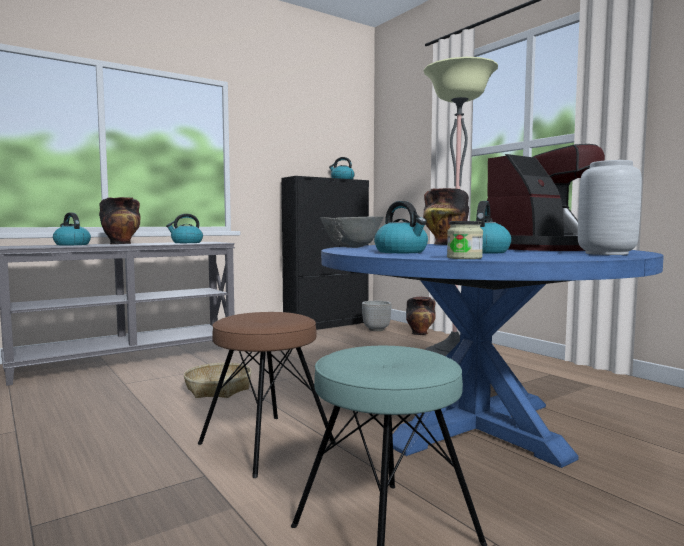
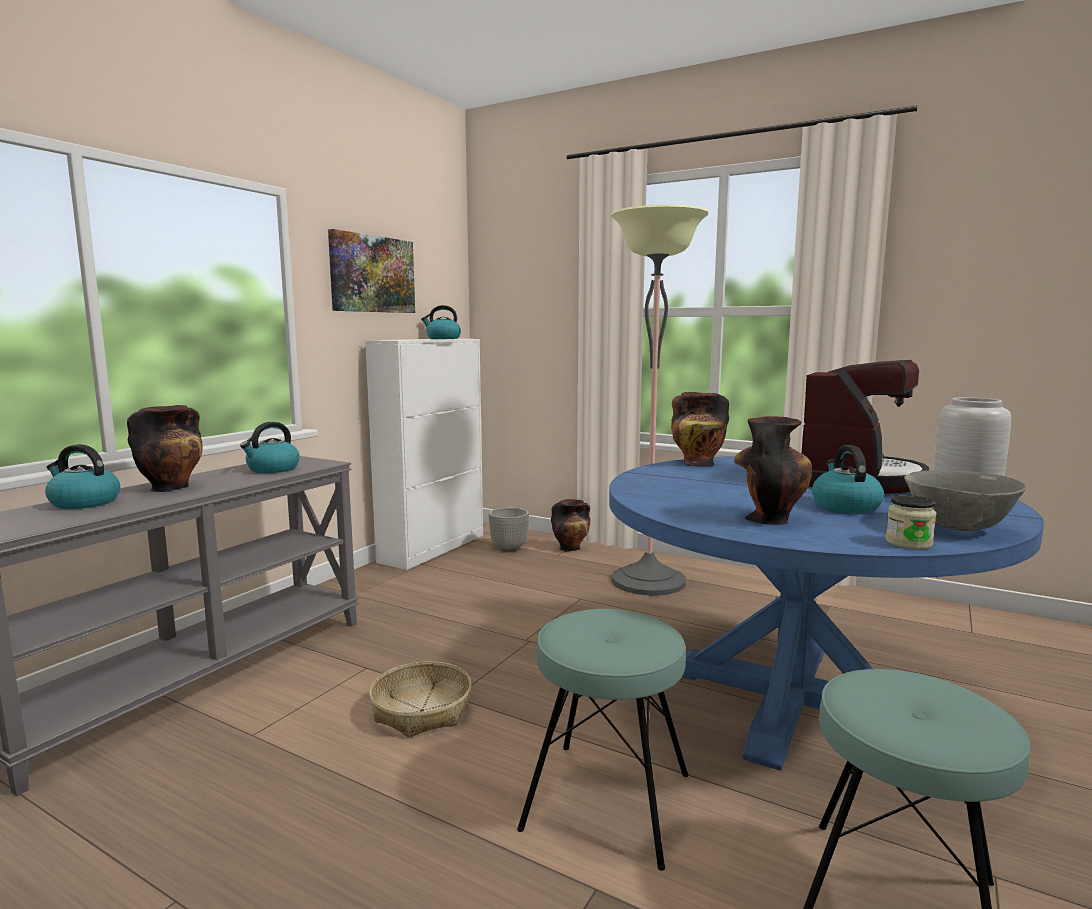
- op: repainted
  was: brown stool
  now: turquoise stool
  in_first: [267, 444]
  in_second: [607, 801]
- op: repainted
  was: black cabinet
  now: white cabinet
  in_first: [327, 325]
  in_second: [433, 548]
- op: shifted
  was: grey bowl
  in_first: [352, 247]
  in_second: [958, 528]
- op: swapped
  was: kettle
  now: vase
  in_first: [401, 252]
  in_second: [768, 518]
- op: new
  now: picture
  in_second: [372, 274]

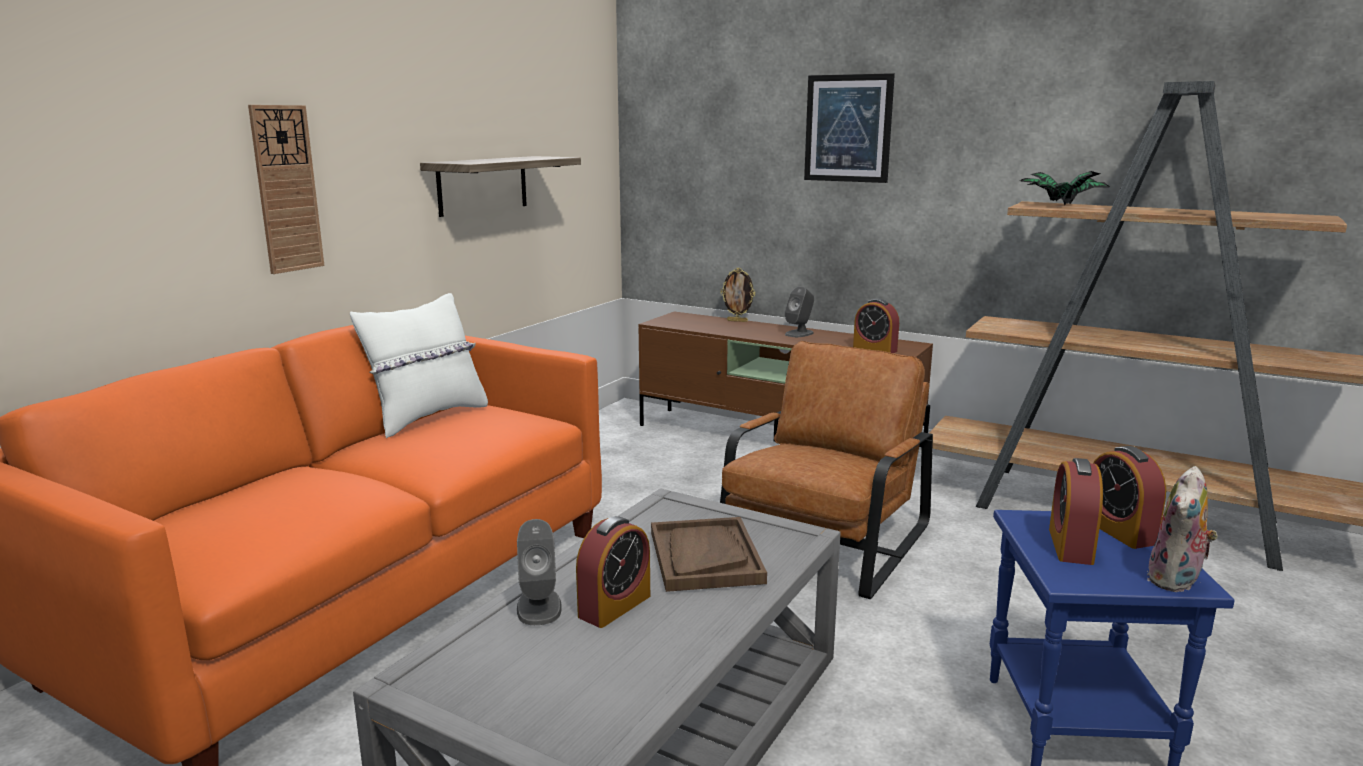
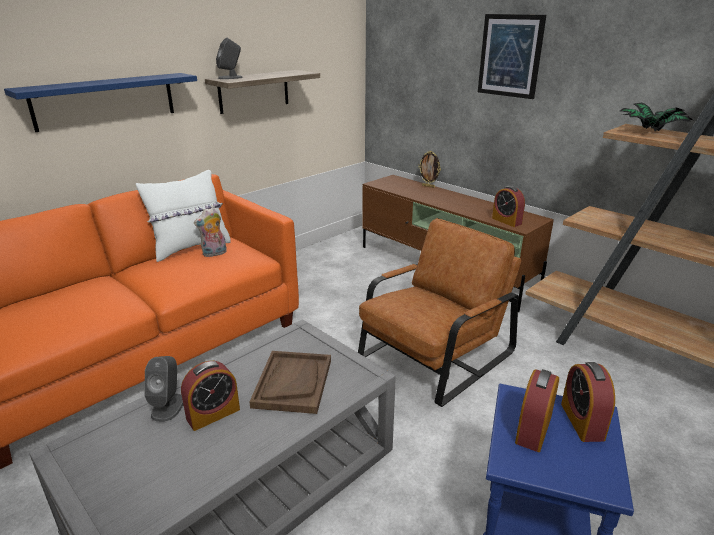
- op: swapped
  was: wall clock
  now: blue shelf
  in_first: [286, 189]
  in_second: [105, 101]
- op: shifted
  was: grey speaker
  in_first: [799, 333]
  in_second: [230, 77]
- op: shifted
  was: plush toy
  in_first: [1176, 581]
  in_second: [214, 254]

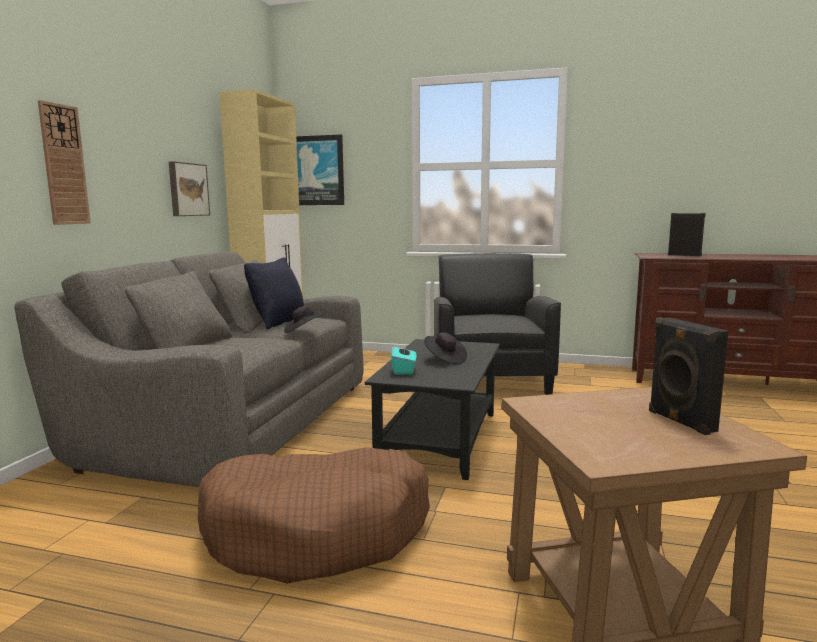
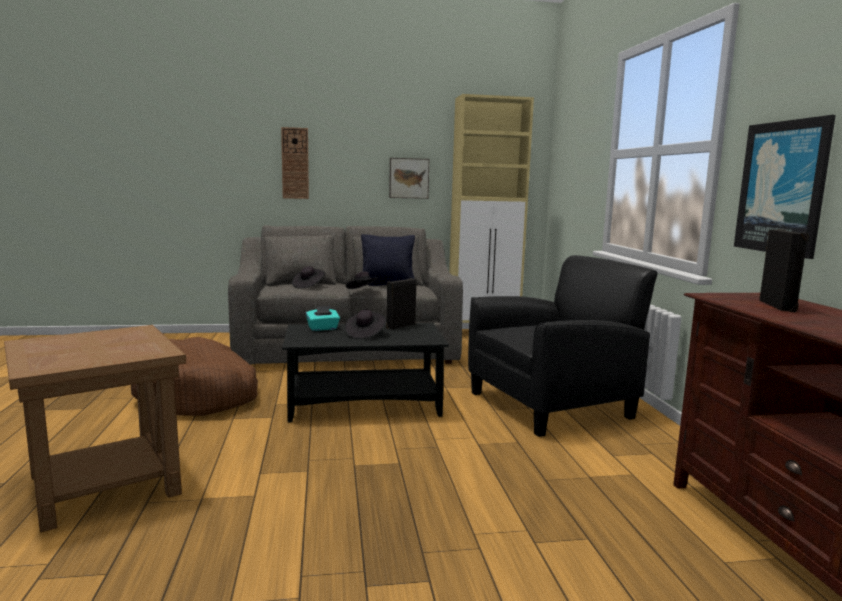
- op: shifted
  was: picture
  in_first: [317, 170]
  in_second: [782, 187]
- op: shifted
  was: black speaker
  in_first: [679, 421]
  in_second: [400, 326]
- op: new
  now: black hat
  in_second: [308, 286]

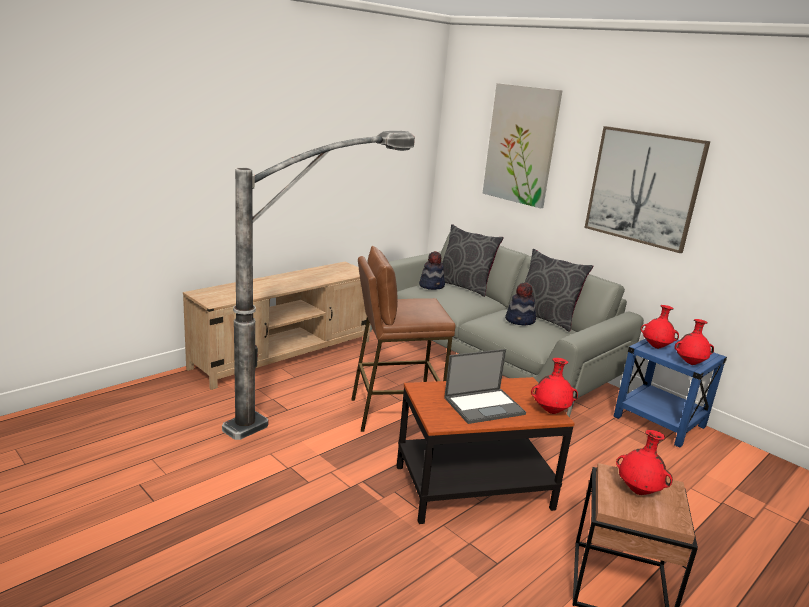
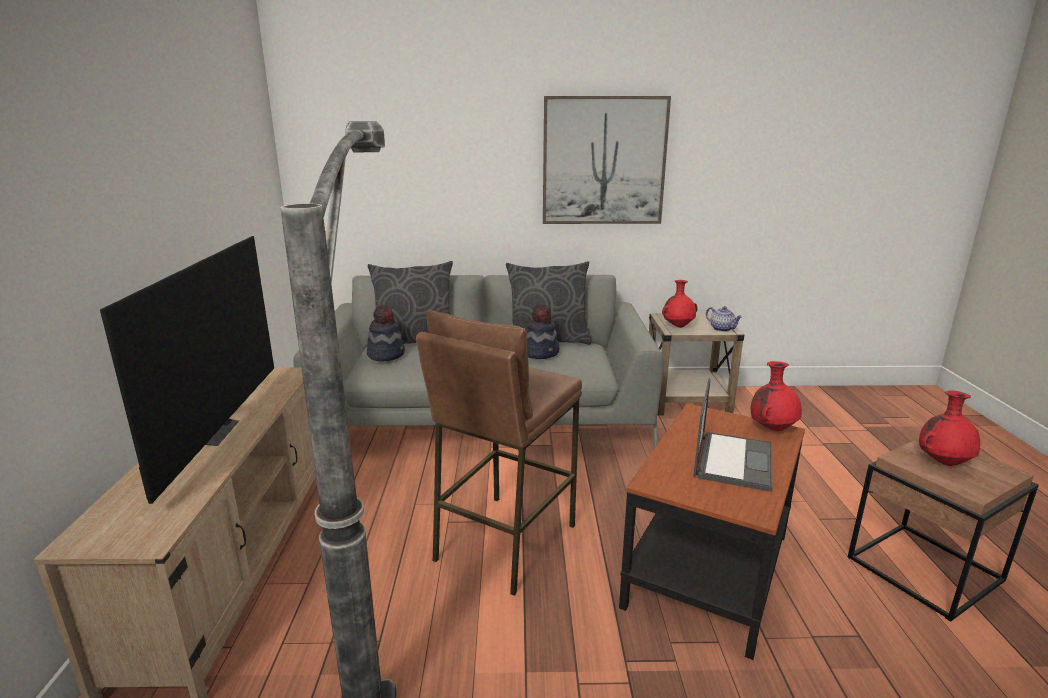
- op: gone
  was: picture
  in_first: [521, 145]
- op: repainted
  was: blue side table
  now: beige side table
  in_first: [660, 422]
  in_second: [687, 401]
- op: swapped
  was: red vase
  now: teapot
  in_first: [690, 363]
  in_second: [722, 329]
- op: new
  now: television
  in_second: [211, 432]

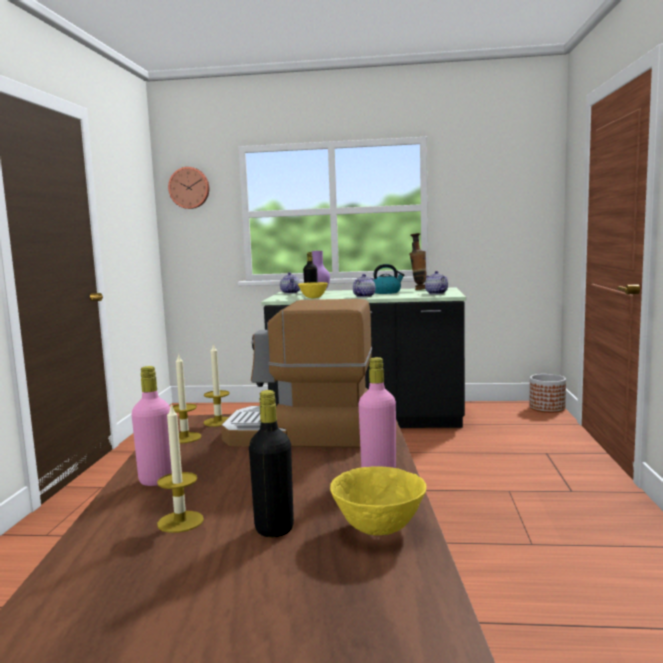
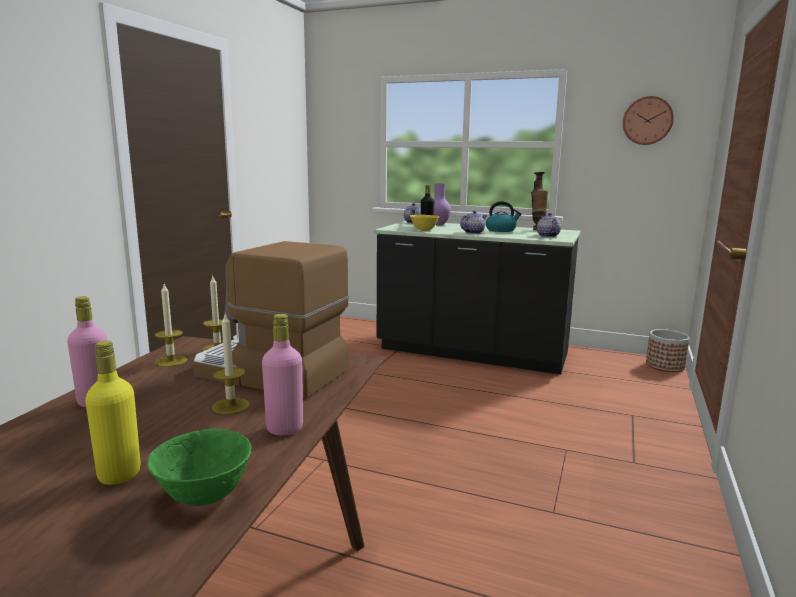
- op: shifted
  was: candle
  in_first: [180, 522]
  in_second: [231, 406]
- op: shifted
  was: wall clock
  in_first: [189, 188]
  in_second: [647, 120]
- op: repainted
  was: black bottle
  now: yellow bottle
  in_first: [274, 529]
  in_second: [119, 475]
- op: repainted
  was: yellow bowl
  now: green bowl
  in_first: [378, 529]
  in_second: [203, 497]

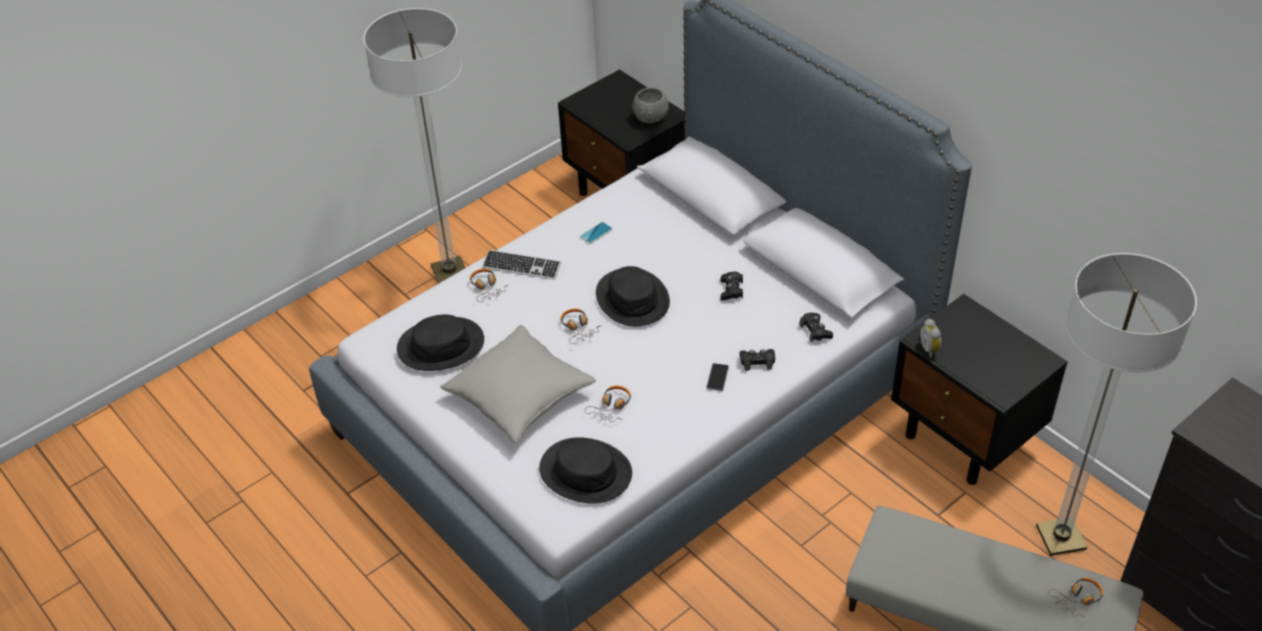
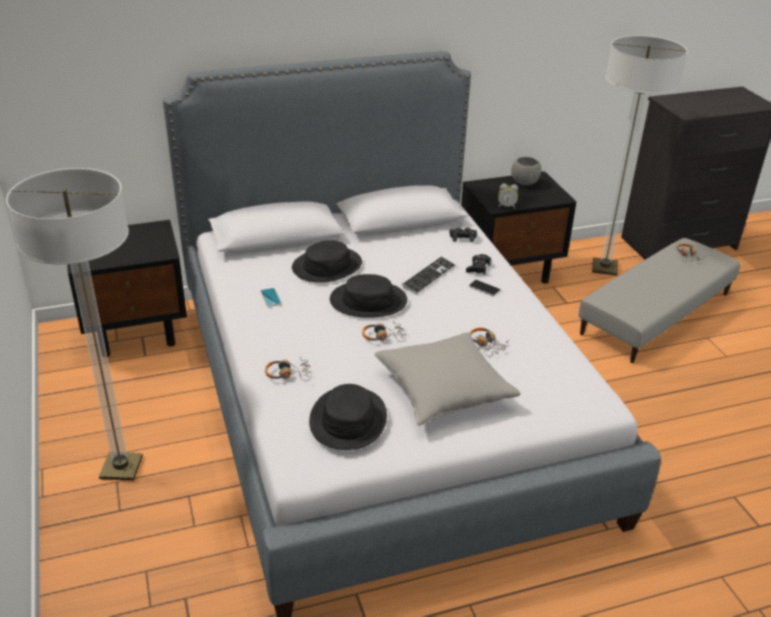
- op: shifted
  was: keyboard
  in_first: [521, 266]
  in_second: [429, 277]
- op: shifted
  was: black hat
  in_first: [586, 471]
  in_second: [327, 266]
- op: shifted
  was: grey bowl
  in_first: [651, 118]
  in_second: [524, 182]
- op: gone
  was: black game controller
  in_first: [731, 290]

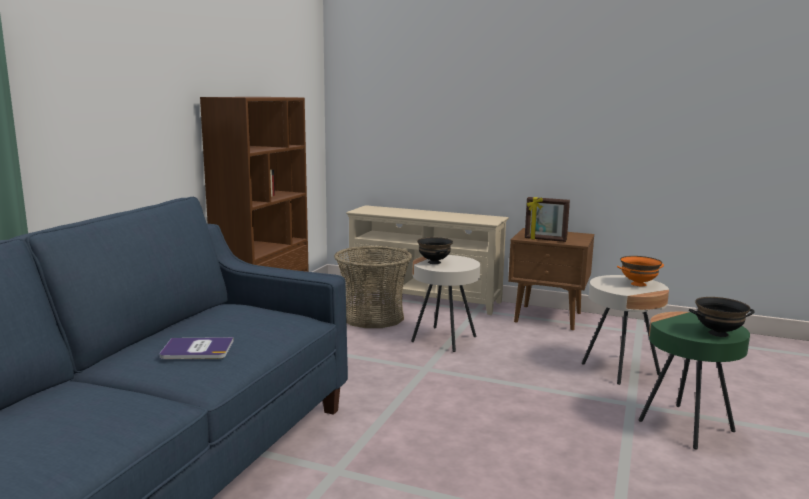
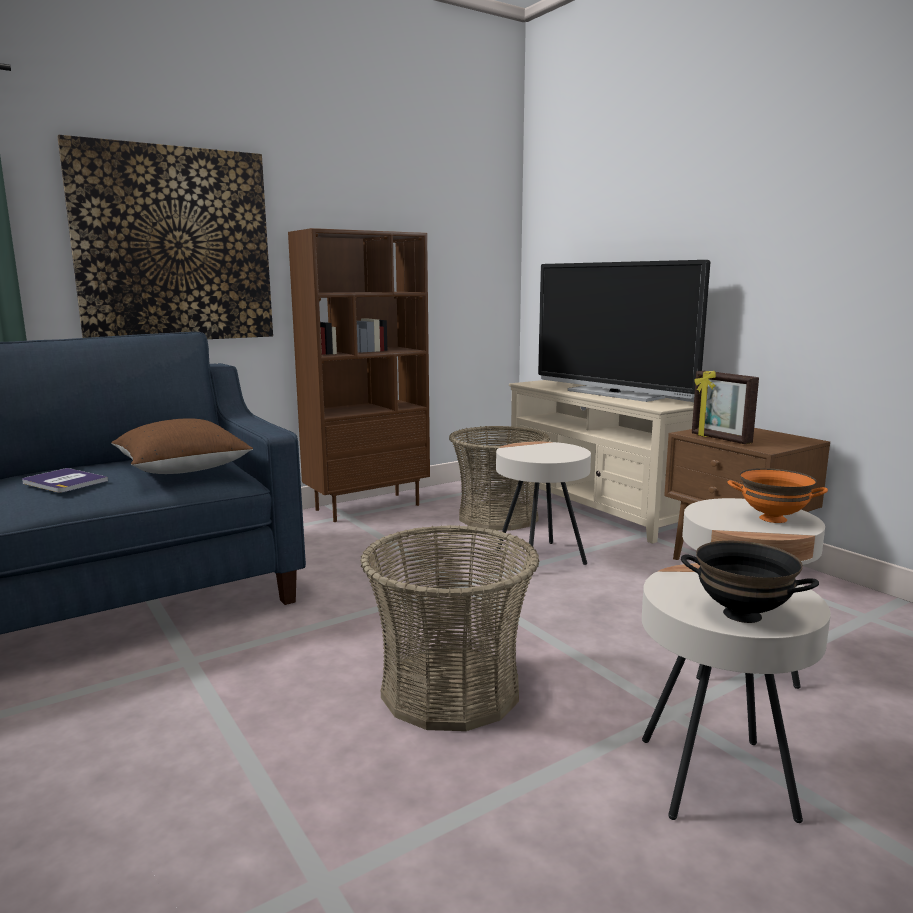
- op: gone
  was: black bowl
  in_first: [434, 262]
- op: repainted
  was: green side table
  now: beige side table
  in_first: [686, 426]
  in_second: [715, 778]
- op: new
  now: picture
  in_second: [174, 245]
- op: new
  now: brown pillow
  in_second: [183, 469]
- op: new
  now: basket
  in_second: [451, 689]
- op: new
  now: television
  in_second: [614, 394]

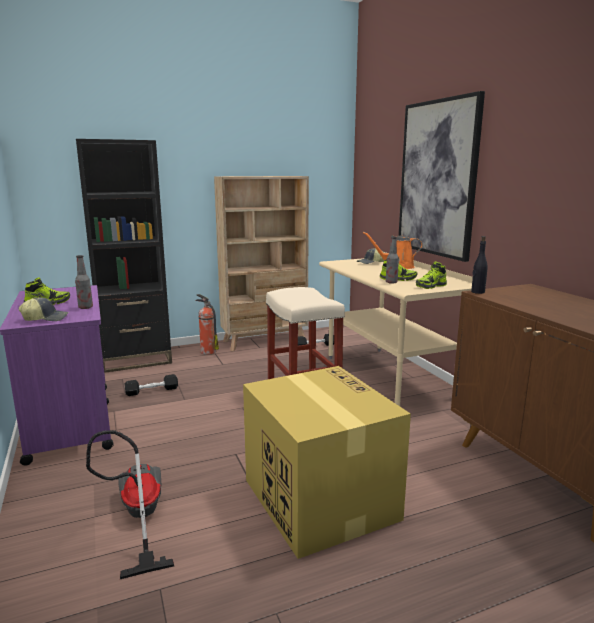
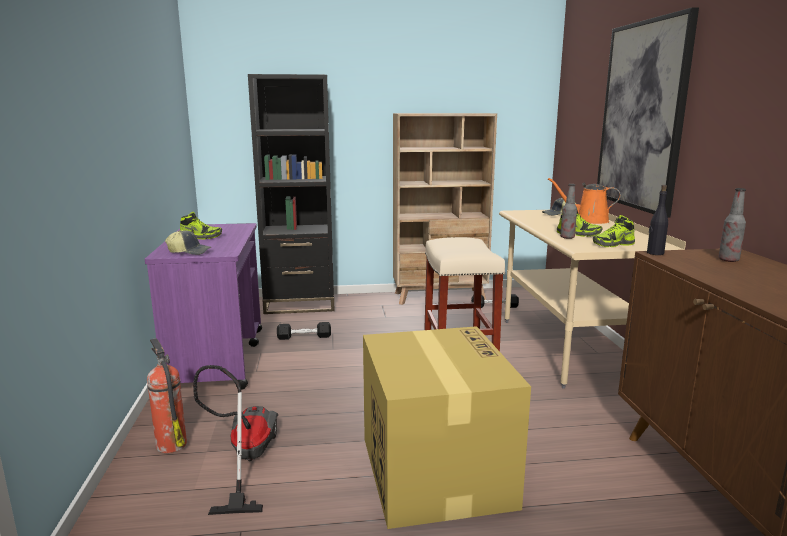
- op: shifted
  was: bottle
  in_first: [85, 307]
  in_second: [728, 260]
- op: shifted
  was: fire extinguisher
  in_first: [207, 351]
  in_second: [171, 444]

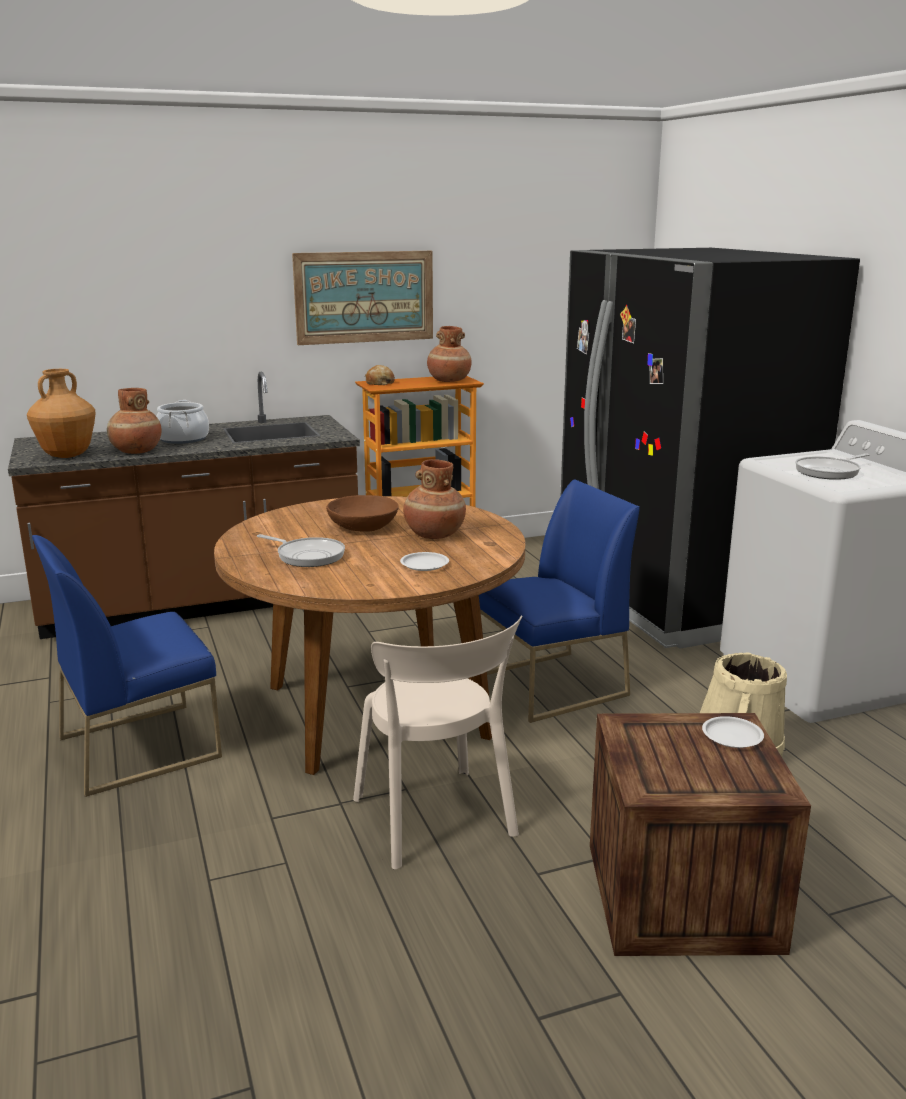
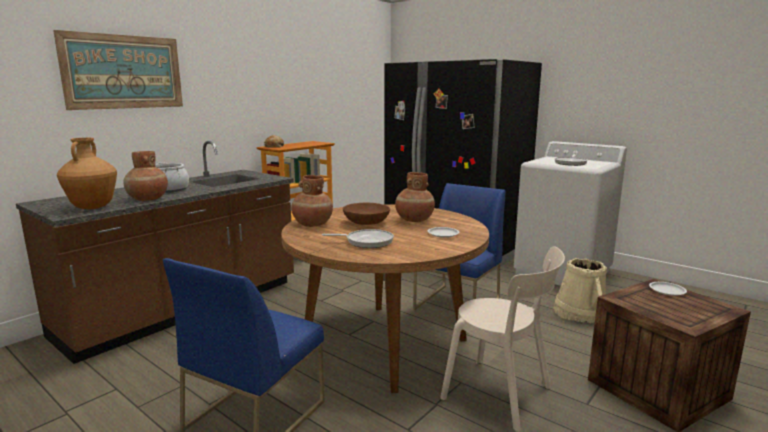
- op: shifted
  was: picture
  in_first: [364, 297]
  in_second: [124, 72]
- op: shifted
  was: brown vase
  in_first: [448, 380]
  in_second: [312, 224]

